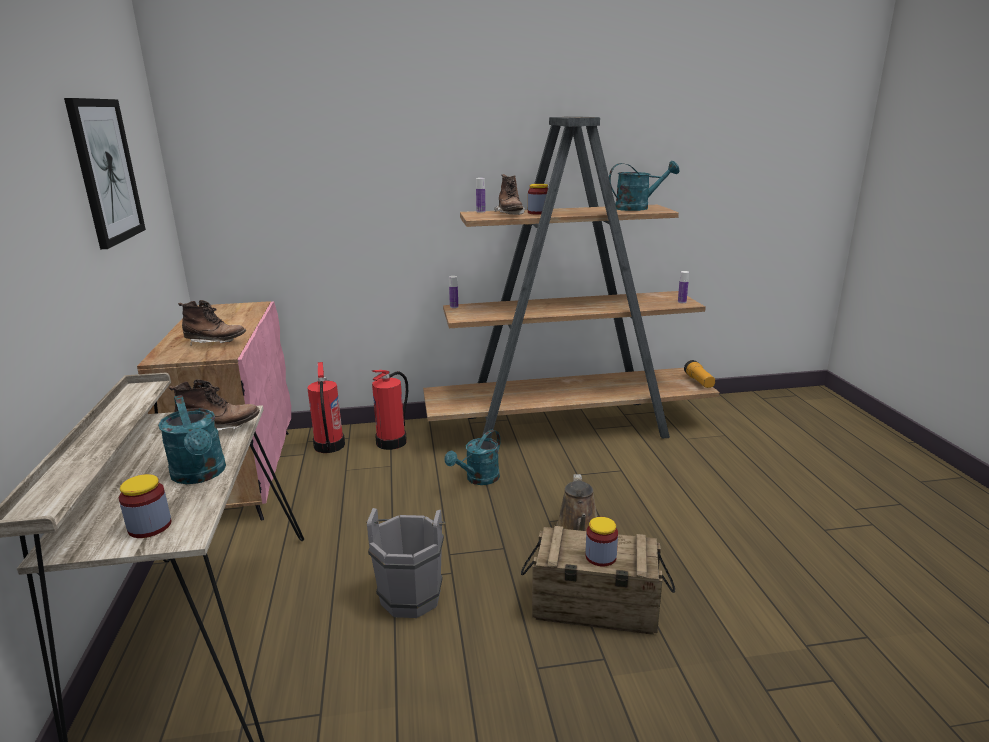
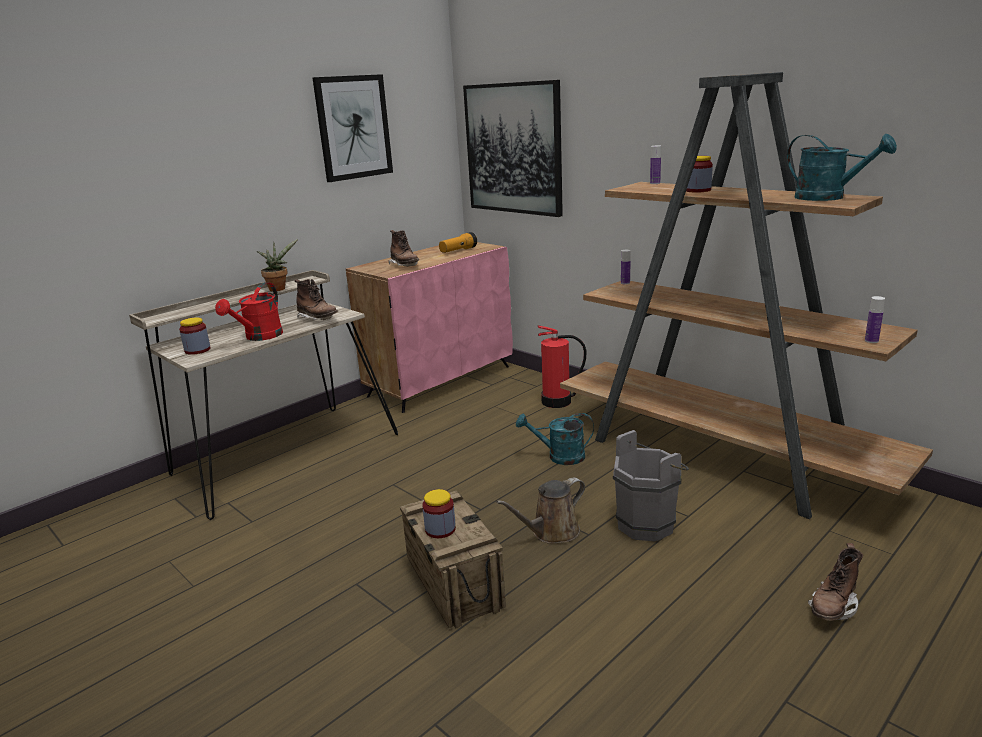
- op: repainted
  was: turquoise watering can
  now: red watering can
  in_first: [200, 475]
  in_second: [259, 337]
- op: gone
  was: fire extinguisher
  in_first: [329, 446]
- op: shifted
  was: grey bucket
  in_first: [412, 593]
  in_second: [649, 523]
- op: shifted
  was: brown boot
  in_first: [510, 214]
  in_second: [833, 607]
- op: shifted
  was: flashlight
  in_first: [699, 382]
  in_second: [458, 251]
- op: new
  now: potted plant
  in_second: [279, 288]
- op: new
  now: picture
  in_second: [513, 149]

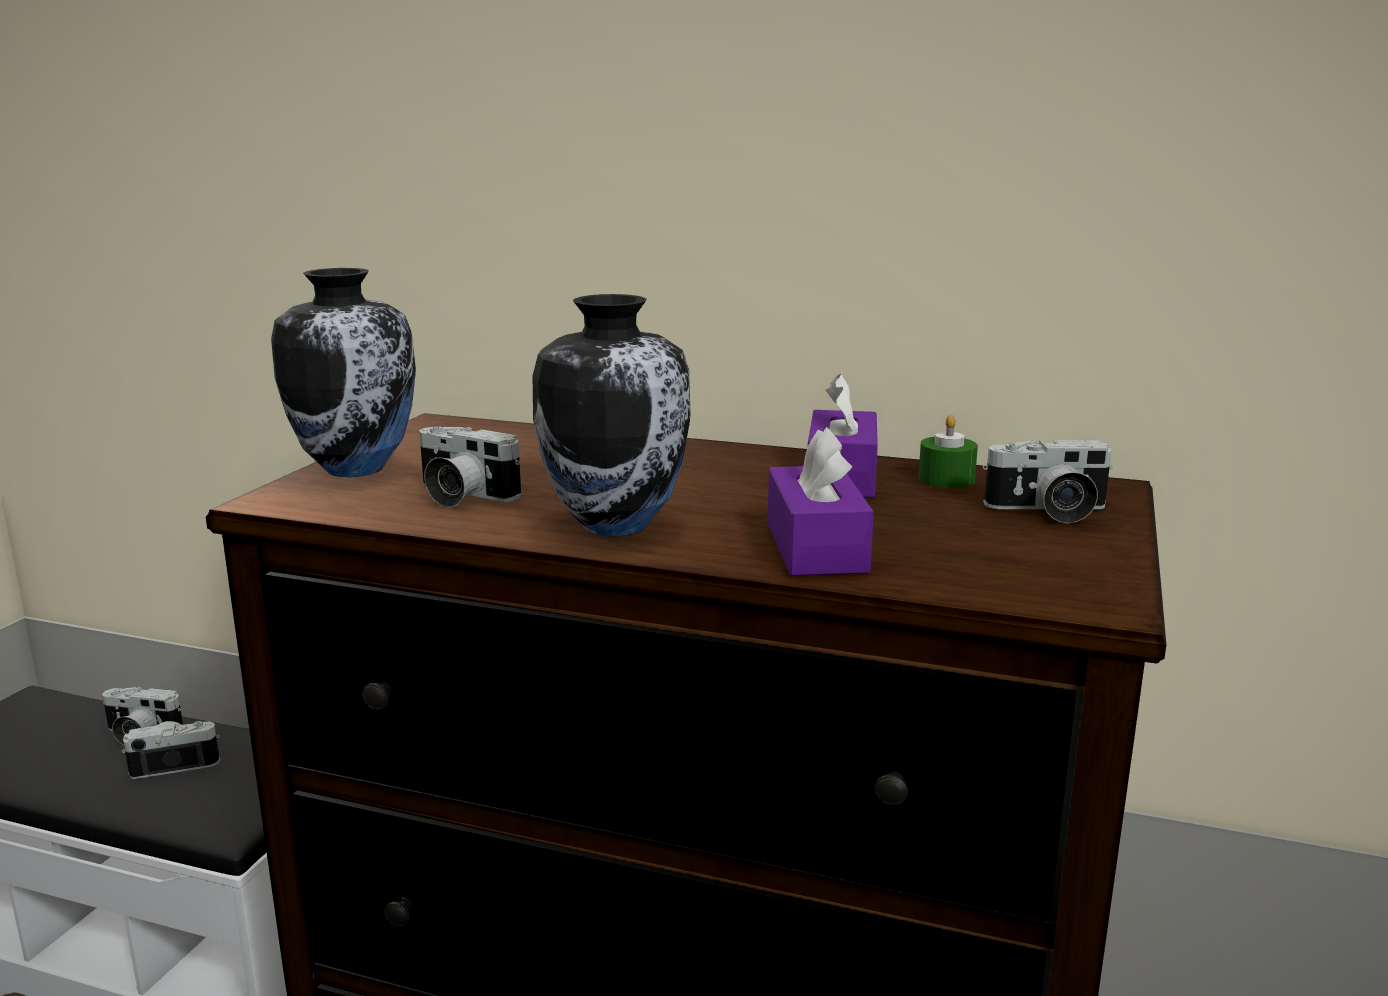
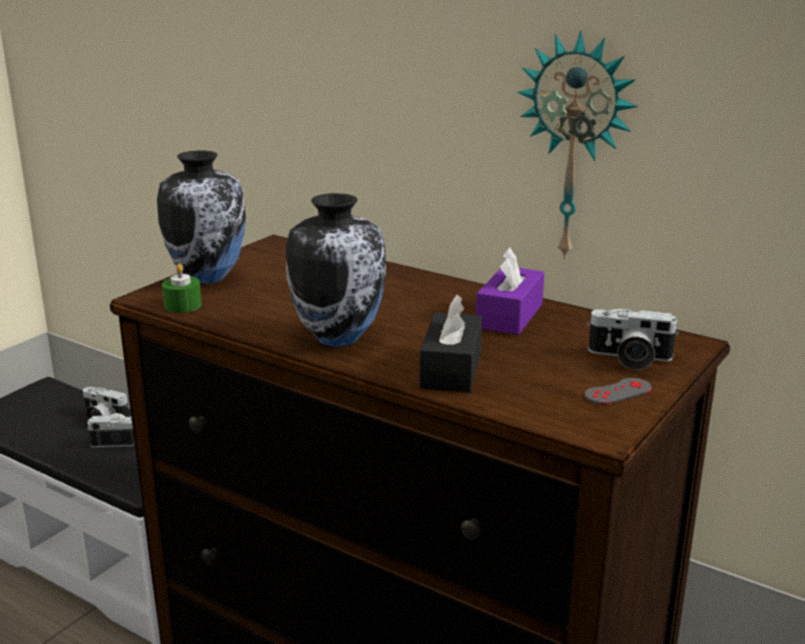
- op: gone
  was: photo camera
  in_first: [461, 496]
- op: repainted
  was: purple tissue box
  now: black tissue box
  in_first: [816, 547]
  in_second: [451, 369]
- op: shifted
  was: green candle
  in_first: [946, 479]
  in_second: [183, 305]
- op: new
  now: wall clock
  in_second: [576, 148]
- op: new
  now: grey game controller
  in_second: [618, 392]

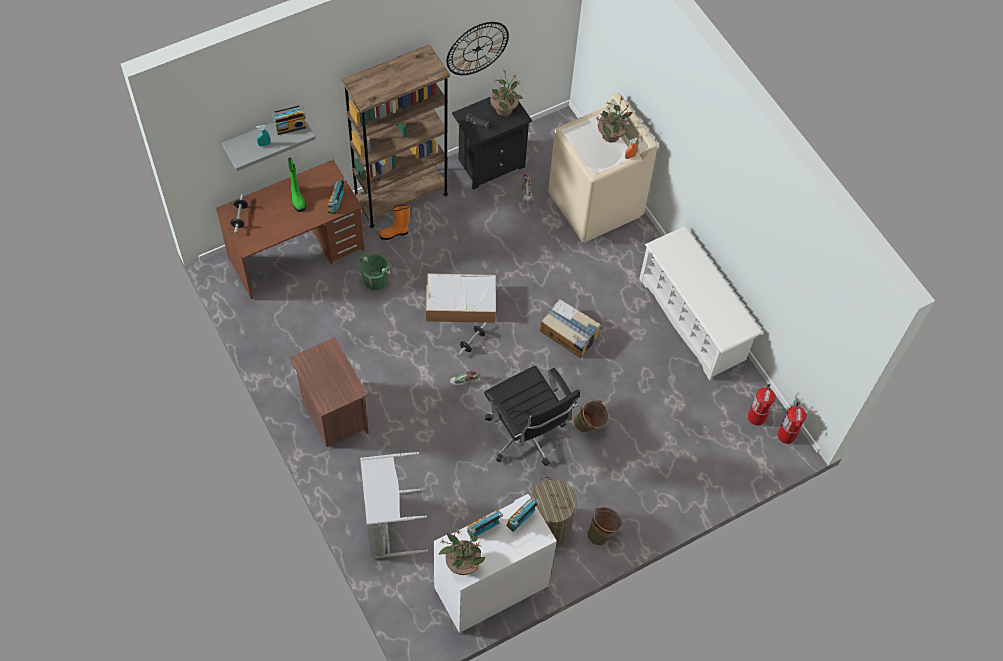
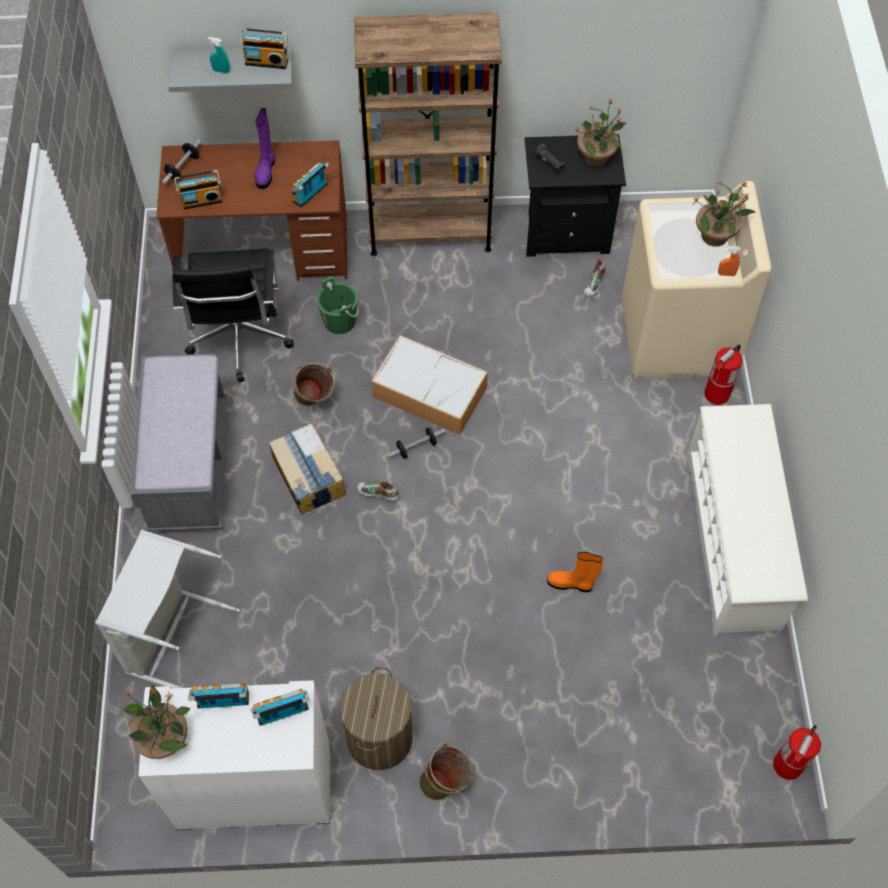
- op: repainted
  was: green boot
  now: purple boot
  in_first: [297, 198]
  in_second: [266, 171]
- op: swapped
  was: brown nightstand
  now: grey bench
  in_first: [333, 415]
  in_second: [189, 466]
- op: shifted
  was: orange boot
  in_first: [395, 233]
  in_second: [571, 583]
- op: gone
  was: wall clock
  in_first: [477, 48]
- op: shifted
  was: black office chair
  in_first: [526, 436]
  in_second: [239, 341]
- op: shifted
  was: cardboard box
  in_first: [569, 333]
  in_second: [308, 476]
- op: shifted
  was: green bucket
  in_first: [590, 427]
  in_second: [314, 402]
- op: shifted
  was: fire extinguisher
  in_first: [756, 417]
  in_second: [716, 394]
- op: new
  now: radio
  in_second: [202, 200]

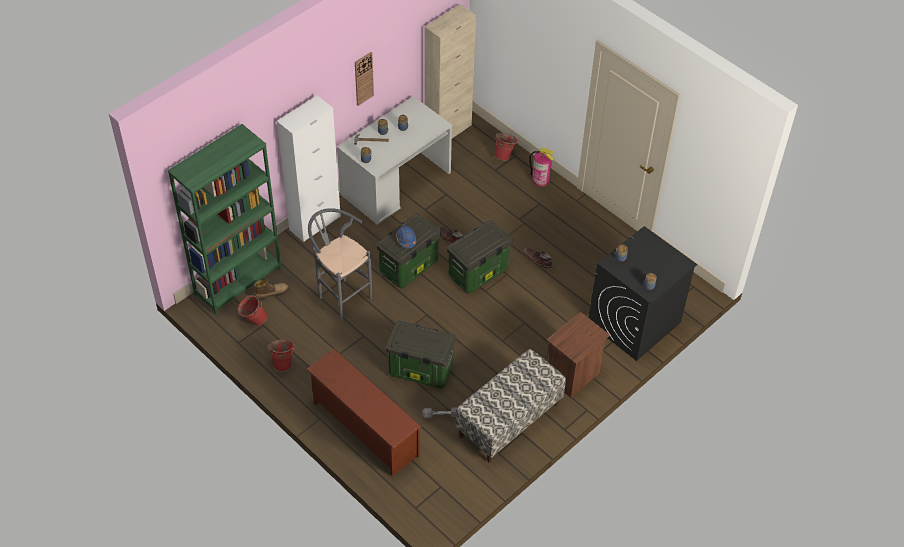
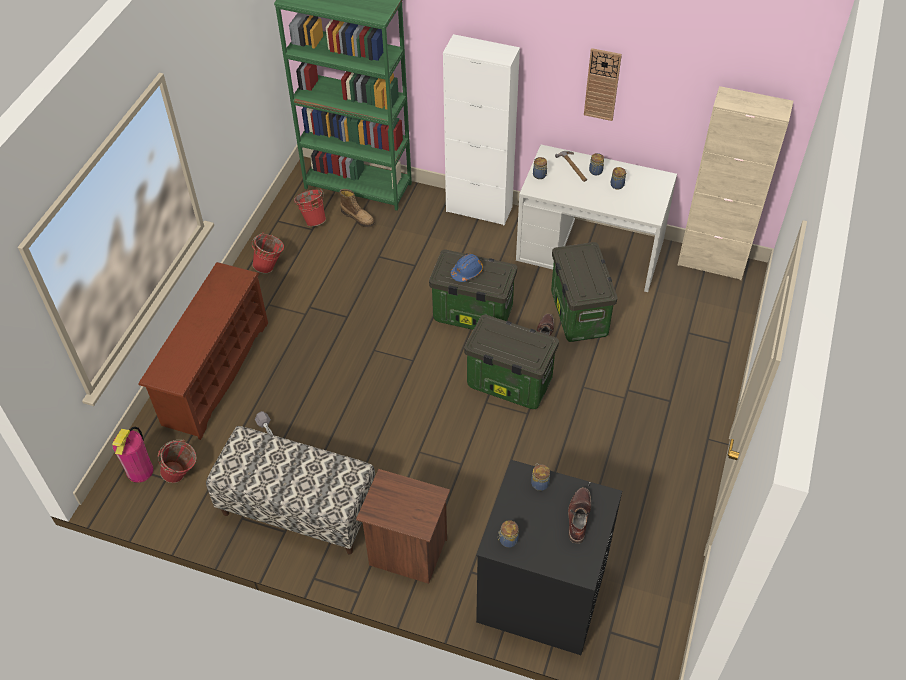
- op: gone
  was: grey stool
  in_first: [341, 296]
- op: shifted
  was: storage box
  in_first: [420, 370]
  in_second: [578, 313]
- op: shifted
  was: red bucket
  in_first: [504, 155]
  in_second: [182, 475]
- op: shifted
  was: brown boot
  in_first: [537, 260]
  in_second: [578, 517]
- op: shifted
  was: fire extinguisher
  in_first: [540, 180]
  in_second: [140, 471]

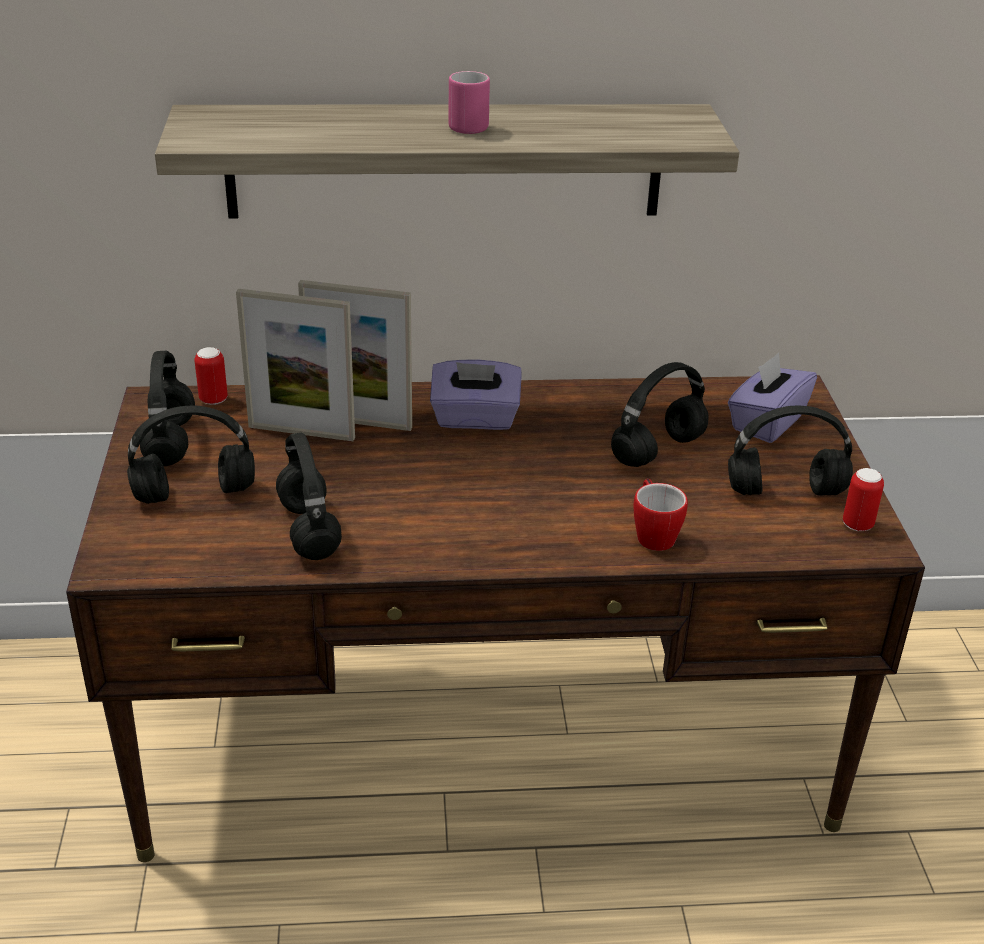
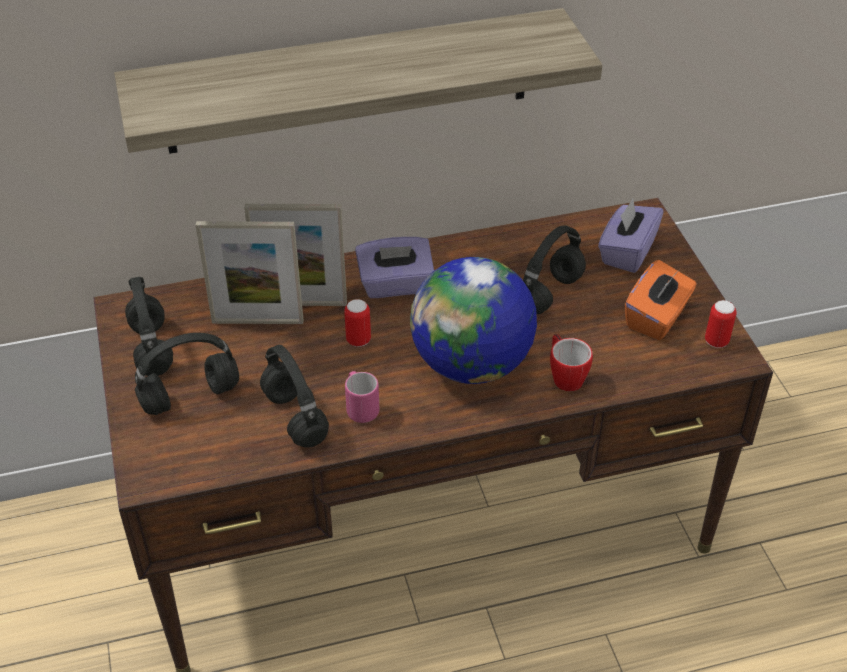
- op: shifted
  was: can
  in_first: [213, 399]
  in_second: [358, 340]
- op: shifted
  was: pink mug
  in_first: [466, 126]
  in_second: [360, 408]
- op: swapped
  was: black headphones
  now: orange tissue box
  in_first: [787, 491]
  in_second: [657, 318]
- op: new
  now: globe
  in_second: [471, 365]

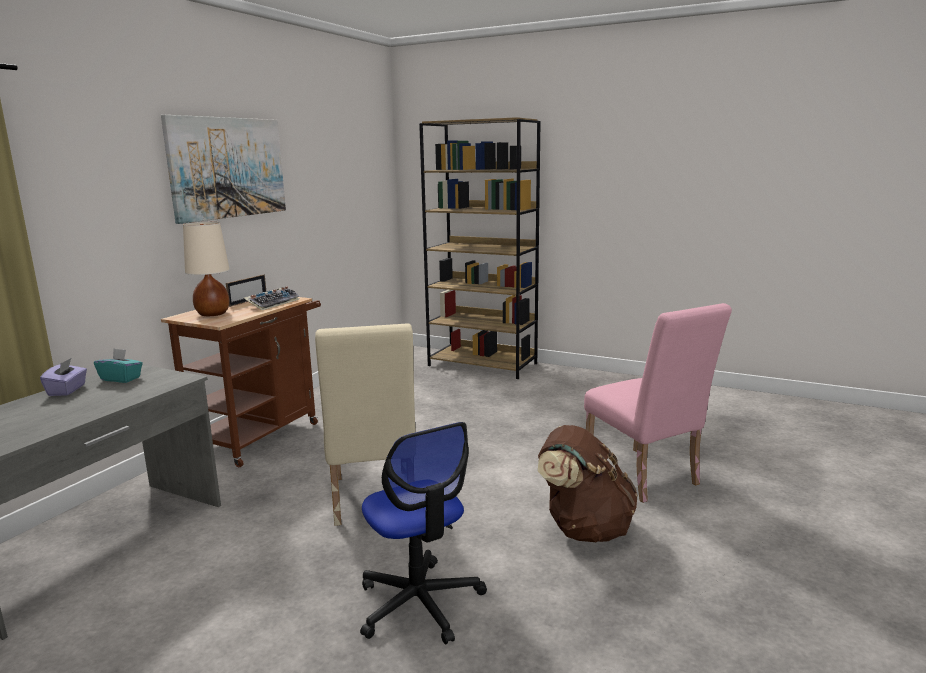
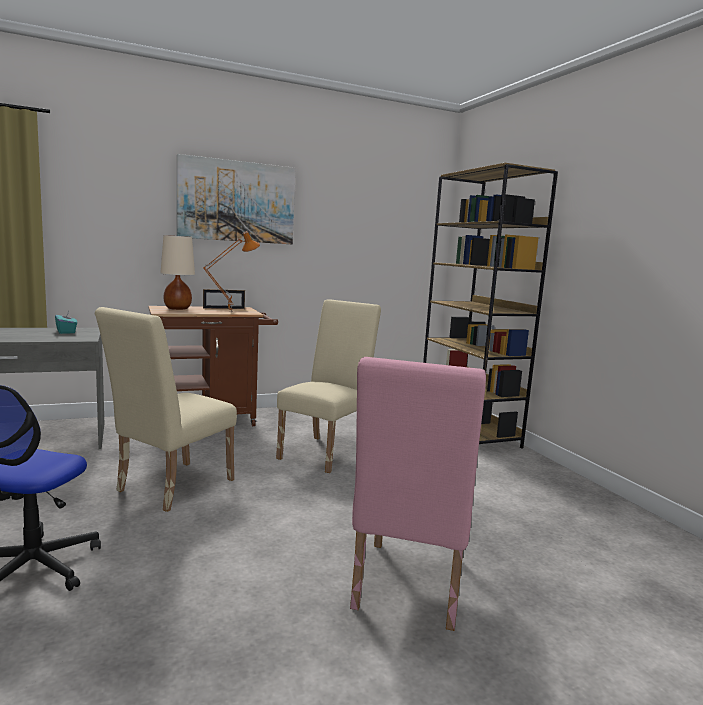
- op: gone
  was: purple tissue box
  in_first: [67, 390]
- op: swapped
  was: keyboard
  now: orange table lamp
  in_first: [273, 303]
  in_second: [230, 311]
- op: gone
  was: brown backpack
  in_first: [584, 529]
- op: new
  now: beige chair
  in_second: [326, 451]

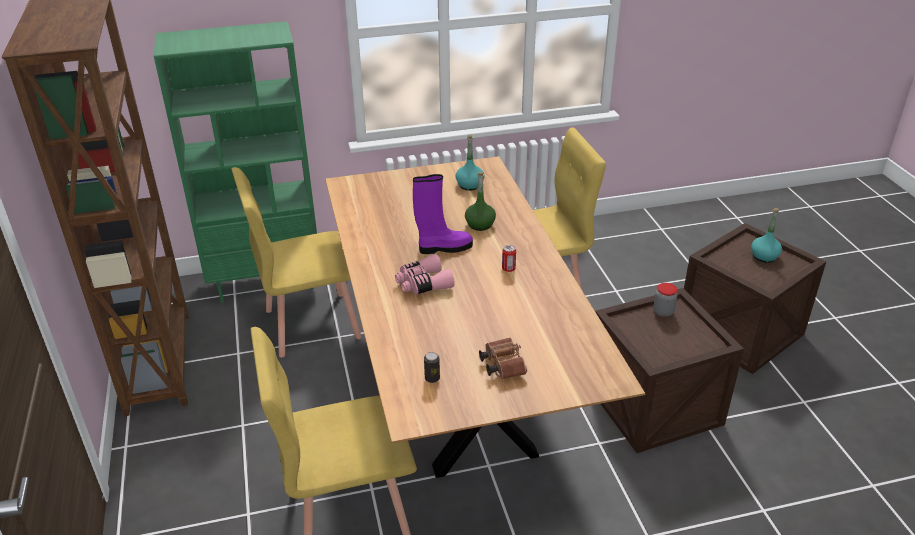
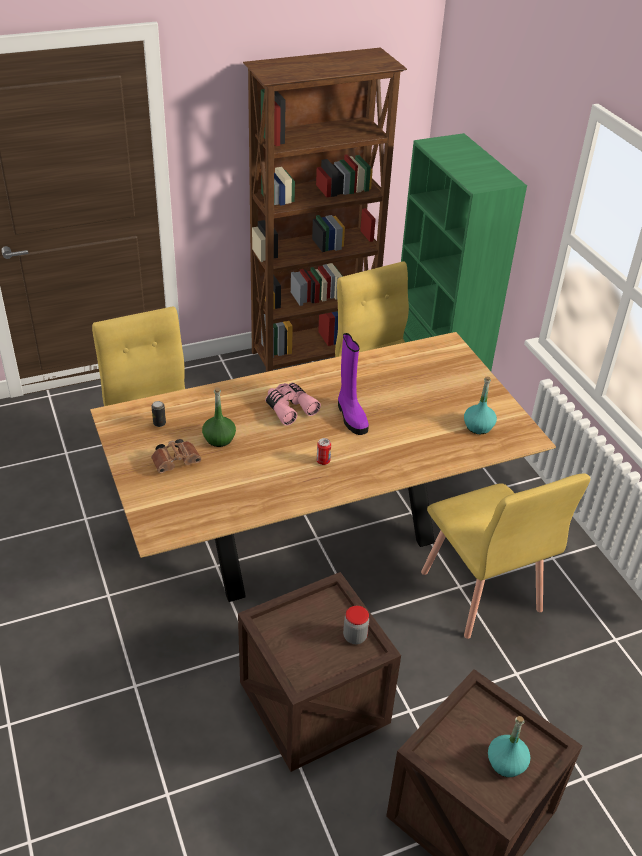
- op: shifted
  was: green bottle
  in_first: [480, 224]
  in_second: [219, 439]

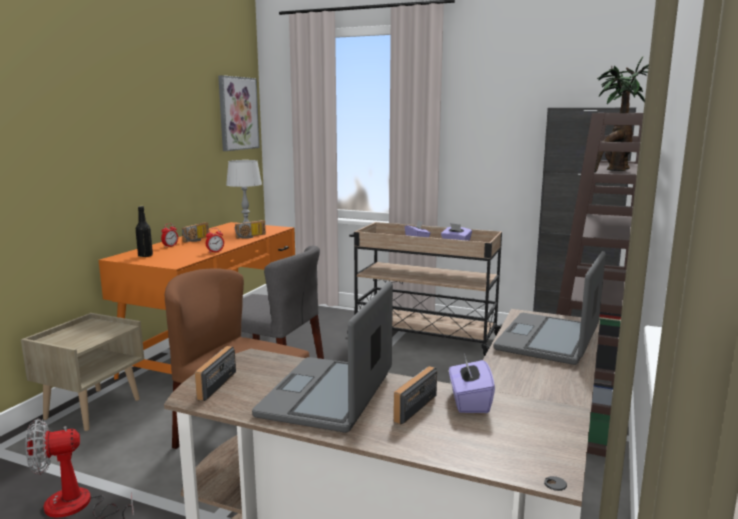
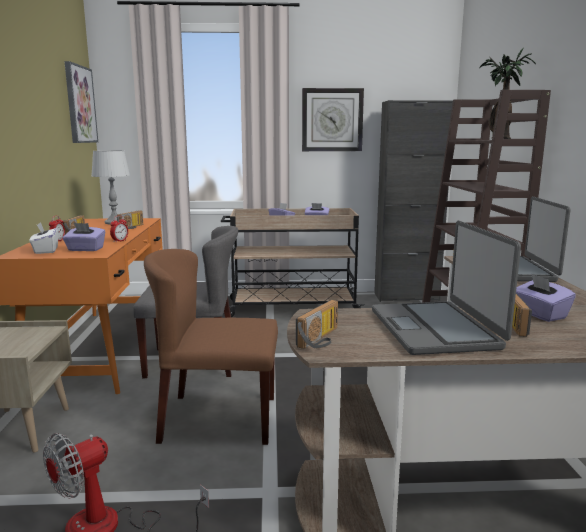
- op: swapped
  was: black bottle
  now: white tissue box
  in_first: [145, 256]
  in_second: [45, 250]
- op: rotated
  was: radio
  in_first: [212, 384]
  in_second: [322, 339]
  clockwise: -135
- op: new
  now: purple tissue box
  in_second: [85, 249]
- op: new
  now: wall clock
  in_second: [332, 120]

